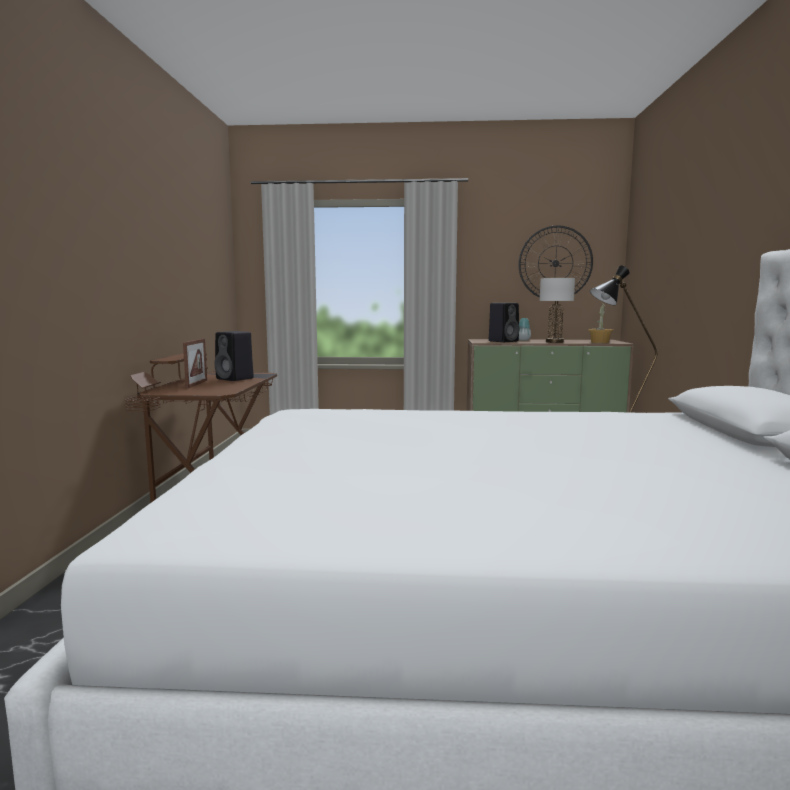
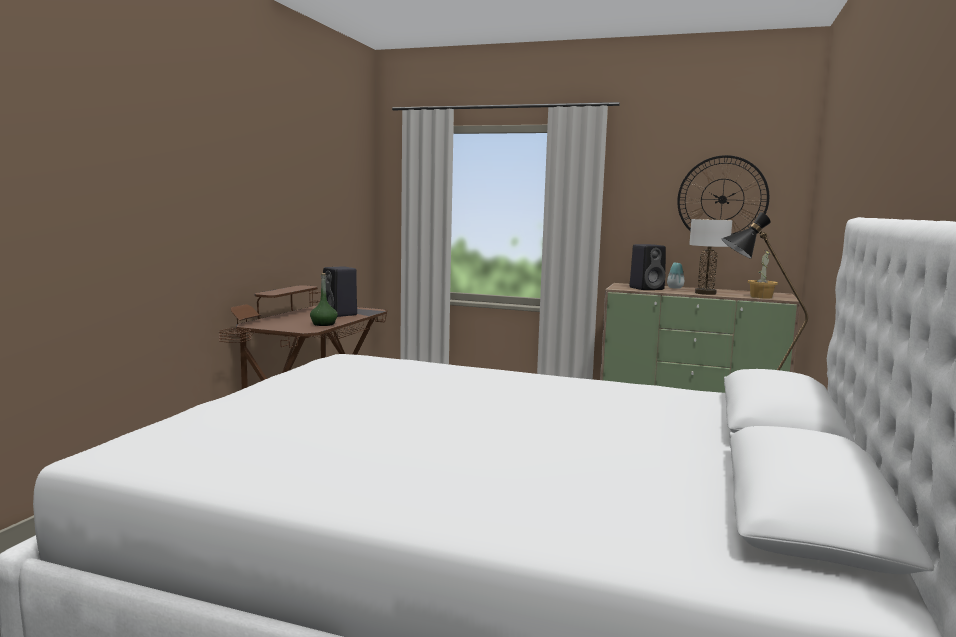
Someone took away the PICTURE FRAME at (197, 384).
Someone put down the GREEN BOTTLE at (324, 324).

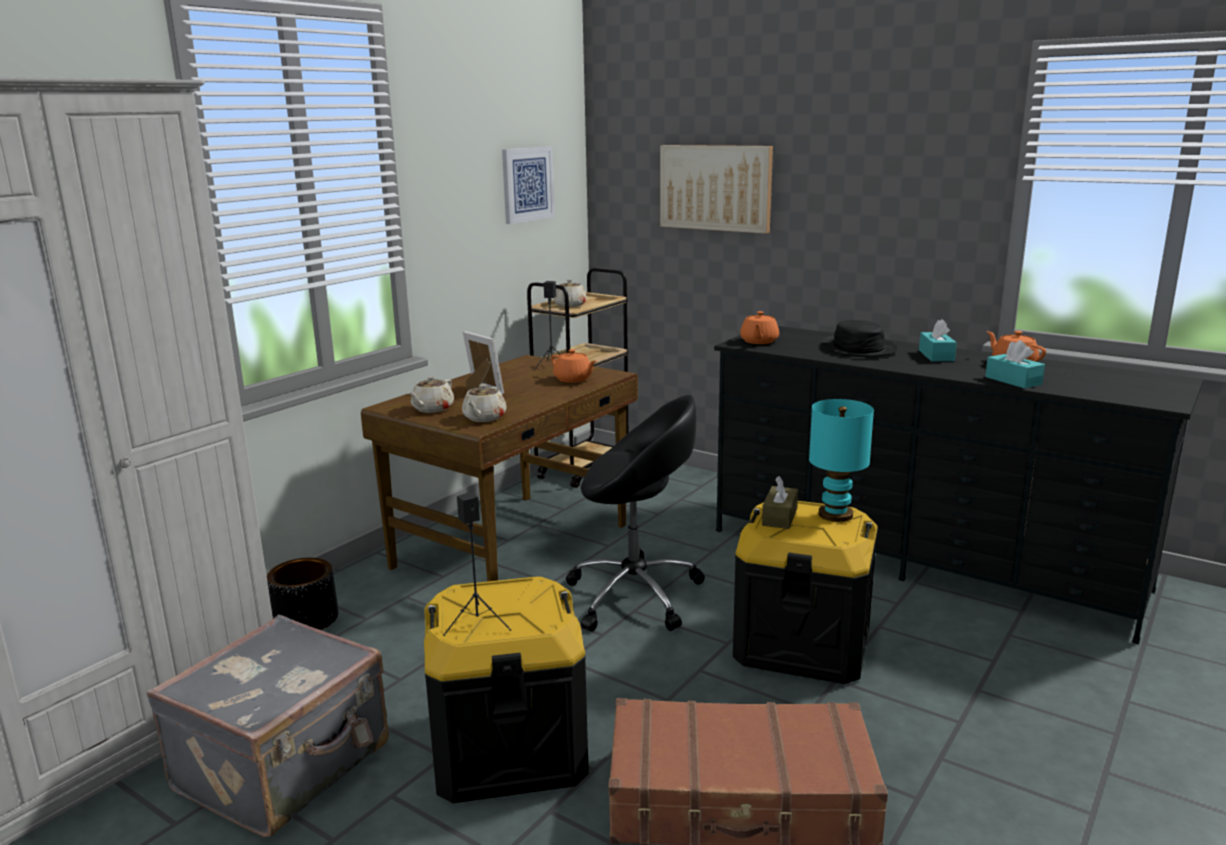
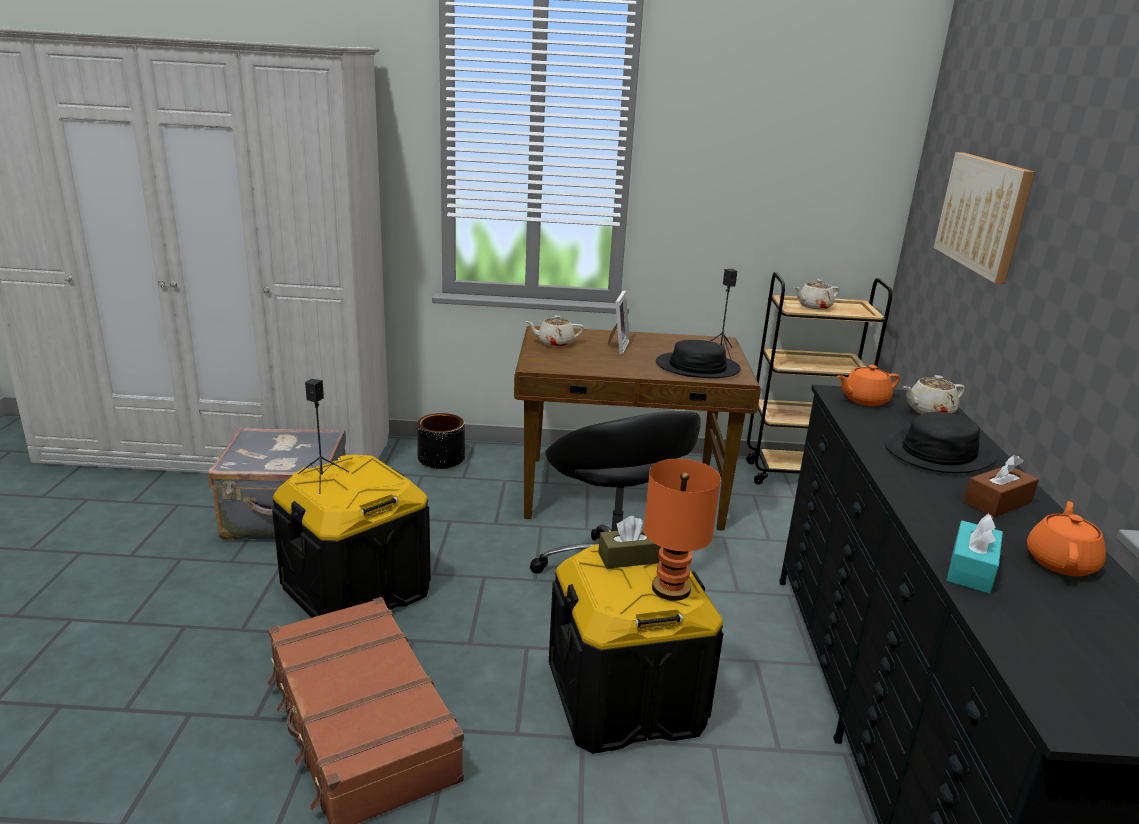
Someone took away the PICTURE at (527, 184).
Someone repainted the TURQUOISE TISSUE BOX at (936, 355), which became the BROWN TISSUE BOX at (997, 502).
Someone swapped the ORANGE TEAPOT at (573, 379) for the BLACK HAT at (697, 367).
Someone carried the BEIGE TEAPOT from (484, 418) to (929, 411).
Someone repainted the TURQUOISE TABLE LAMP at (834, 514), which became the ORANGE TABLE LAMP at (670, 588).

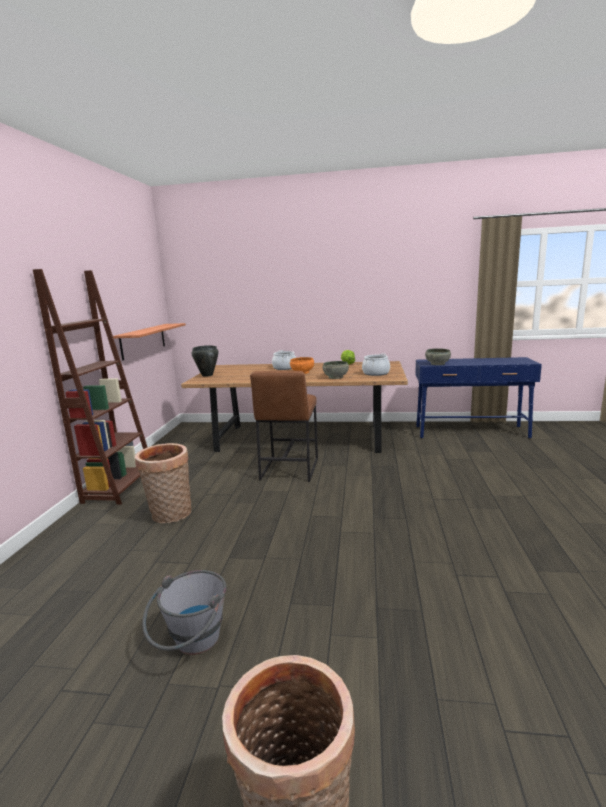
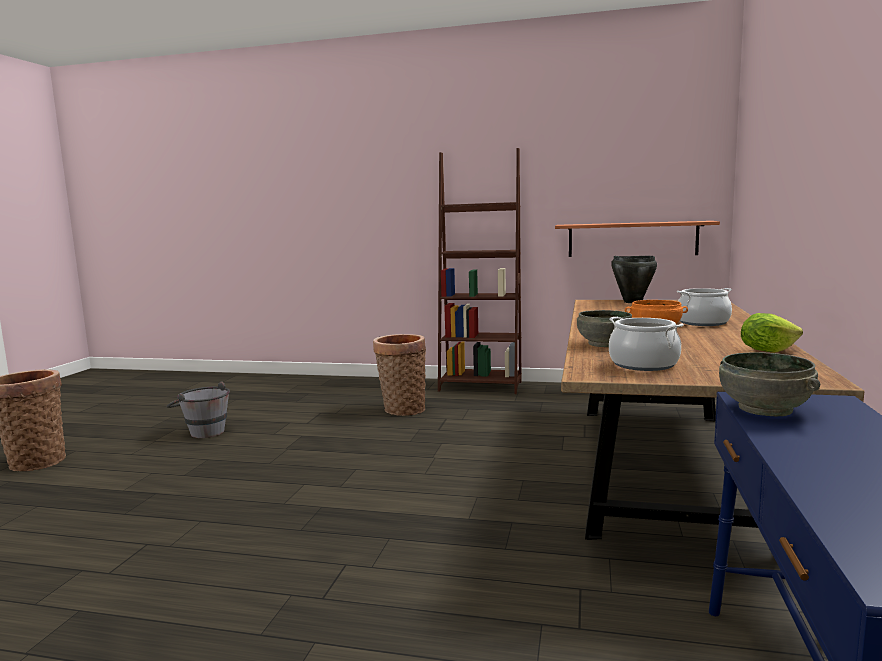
Someone took away the BROWN CHAIR at (289, 469).

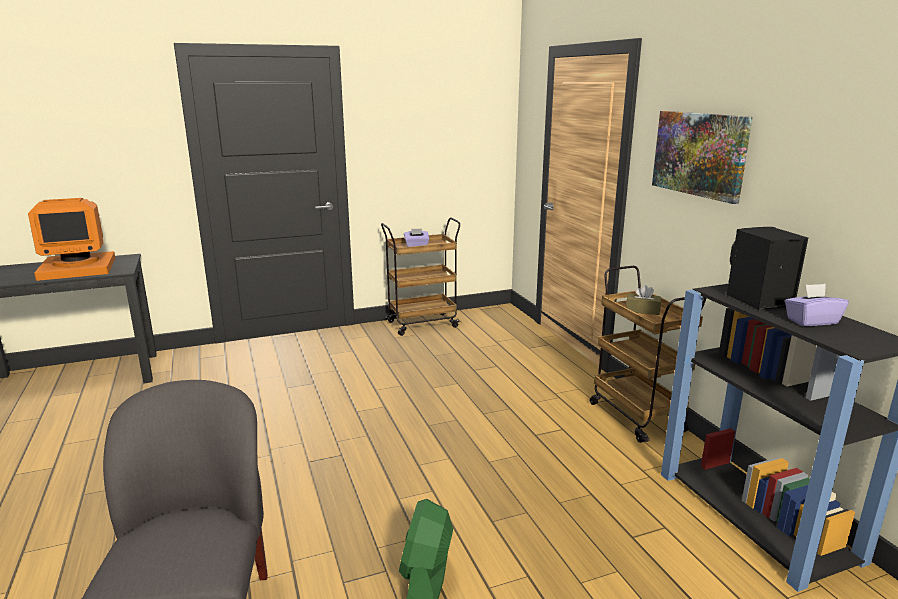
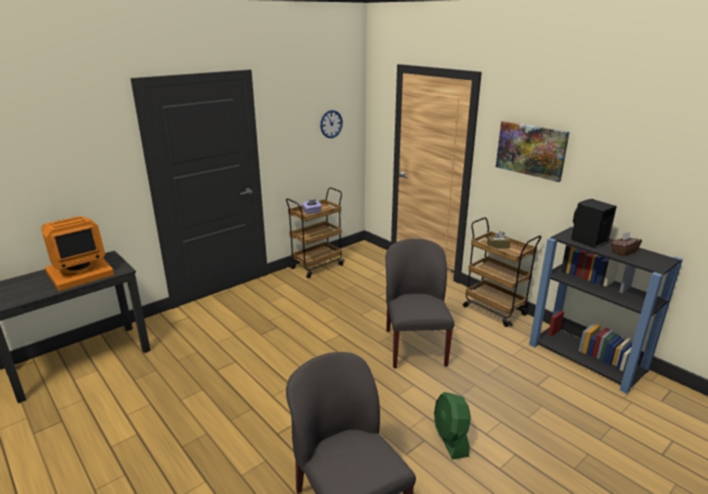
Someone repainted the PURPLE TISSUE BOX at (811, 321), which became the BROWN TISSUE BOX at (623, 252).
Someone put up the WALL CLOCK at (331, 124).
Someone put down the GREY CHAIR at (414, 346).

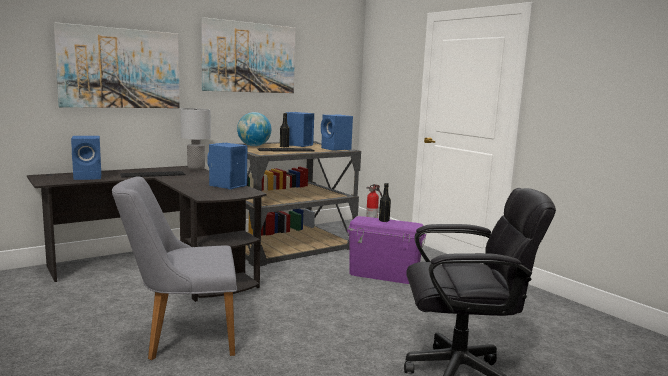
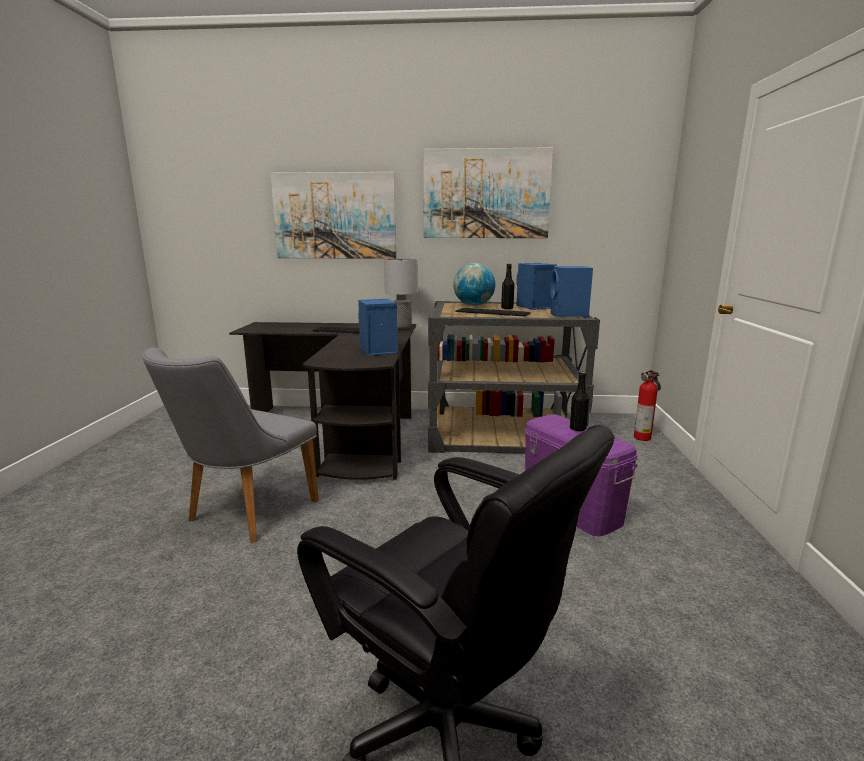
Someone took away the BLUE SPEAKER at (89, 177).
Someone rotated the GREY CHAIR at (182, 337) by 90 degrees counterclockwise.

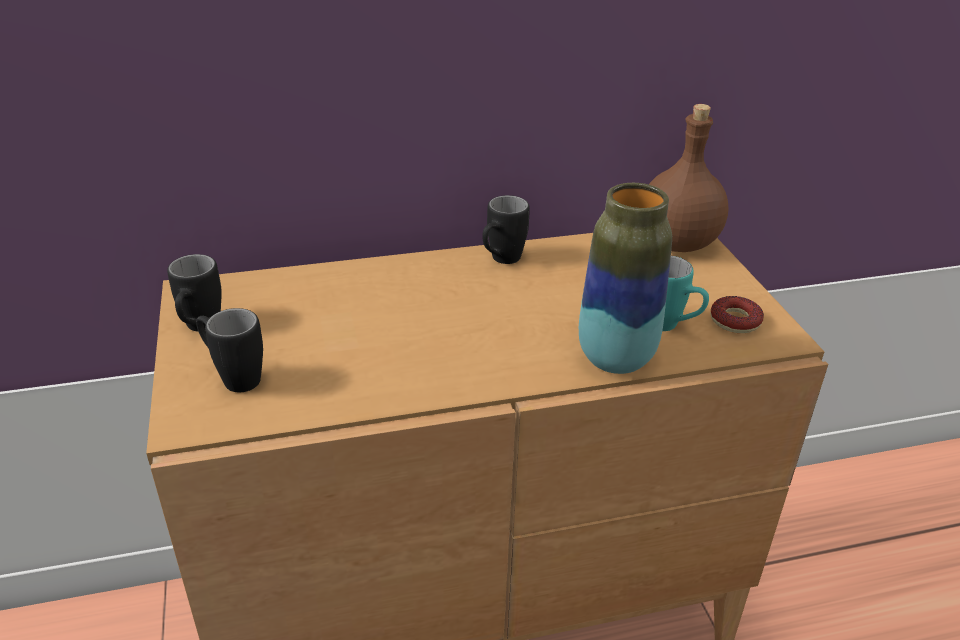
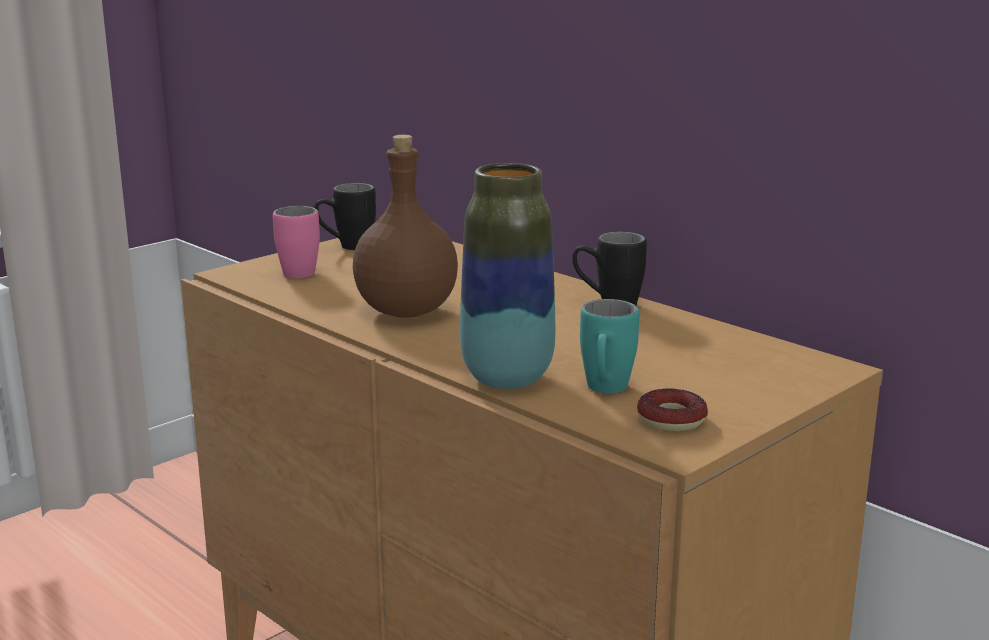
Someone carried the BROWN BOTTLE from (679, 243) to (407, 312).
Someone repainted the BLACK MUG at (233, 377), which became the PINK MUG at (301, 270).

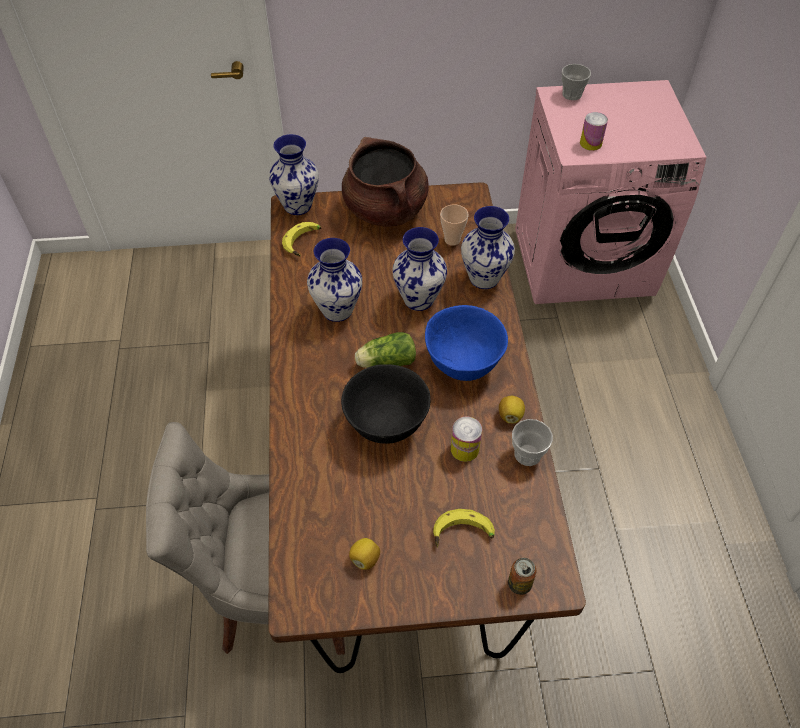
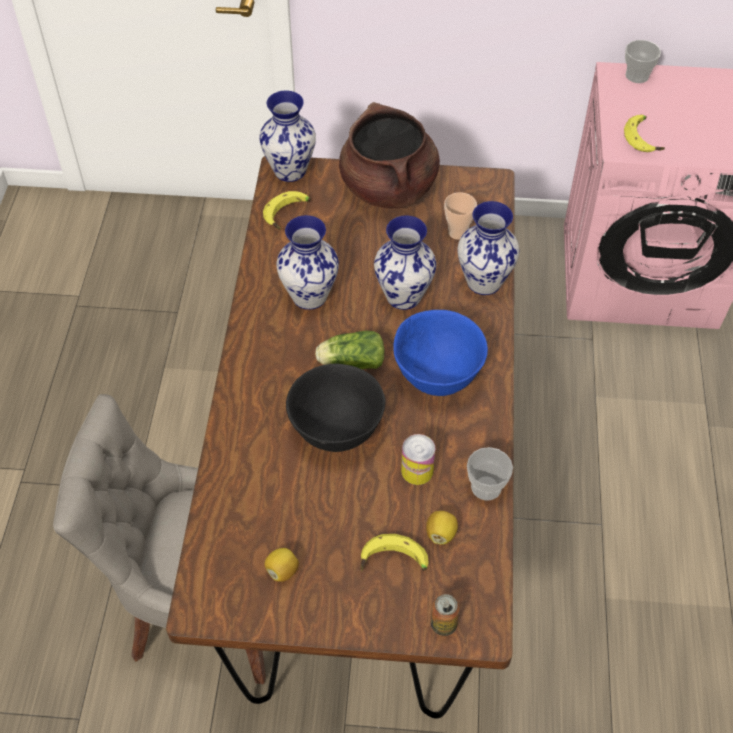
Someone swapped the CAN at (590, 143) for the BANANA at (644, 138).
Someone carried the LEMON from (510, 415) to (441, 534).

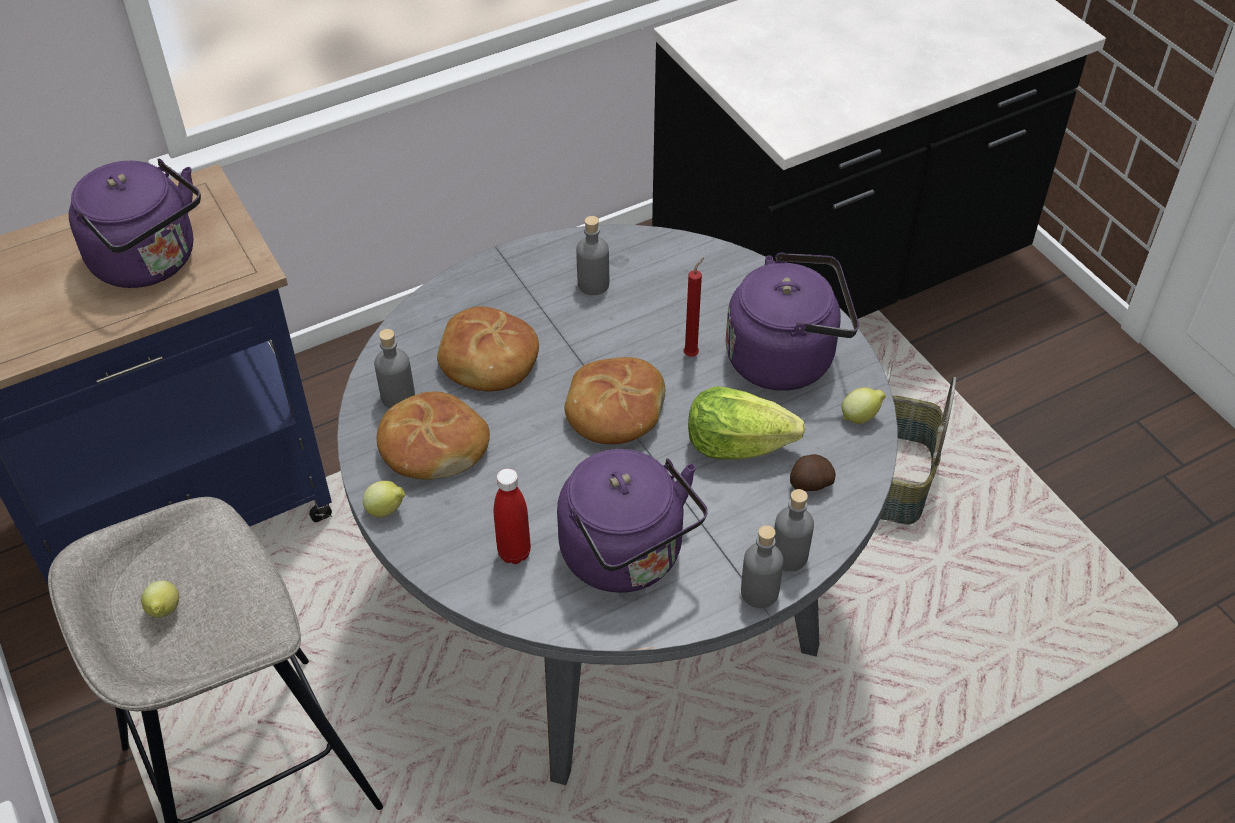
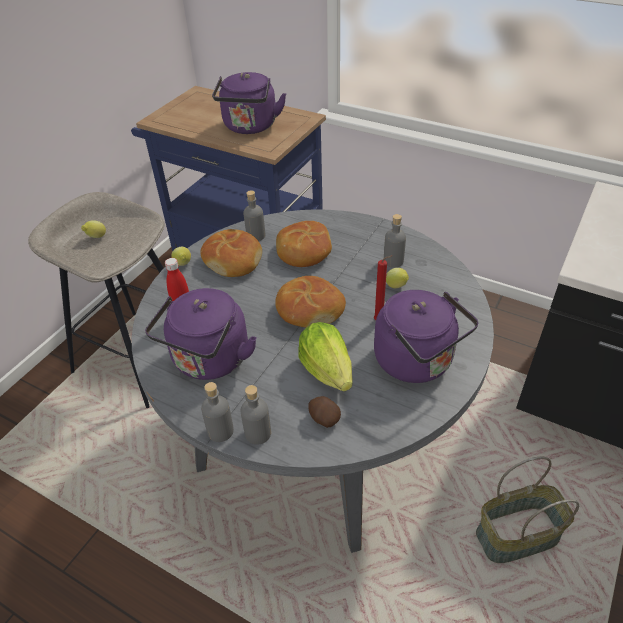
Someone carried the LEMON from (861, 417) to (397, 287).

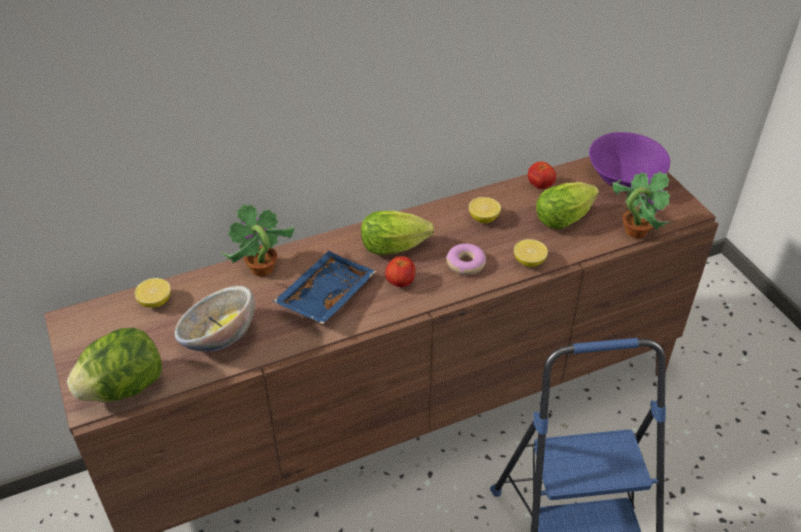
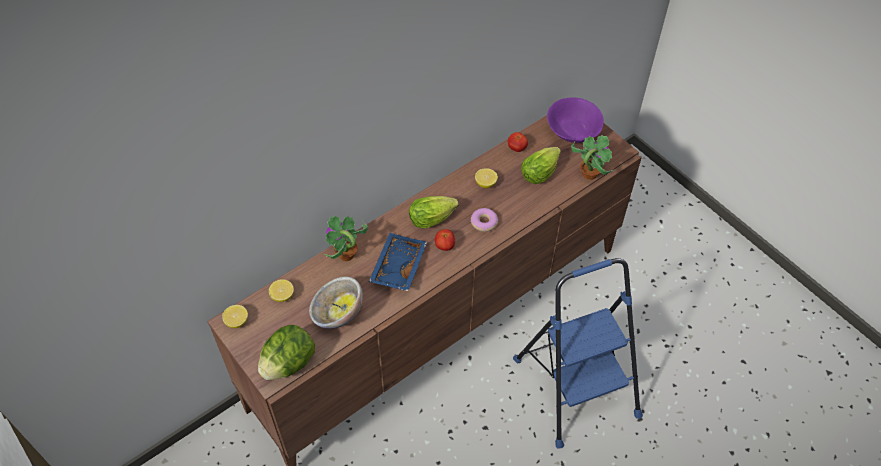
Someone carried the LEMON from (529, 262) to (237, 321).

